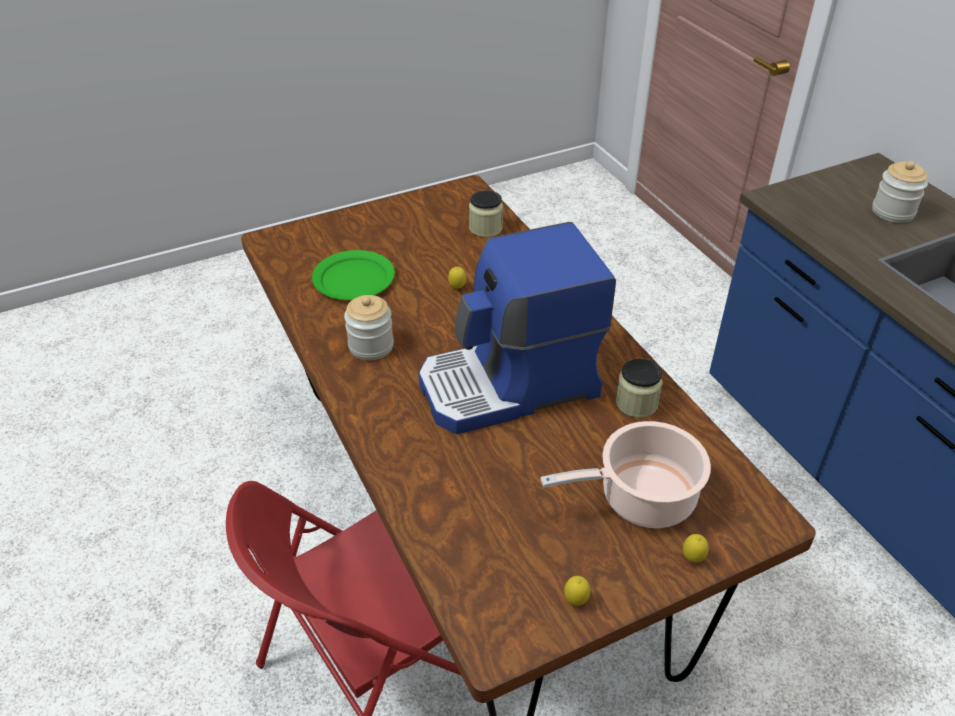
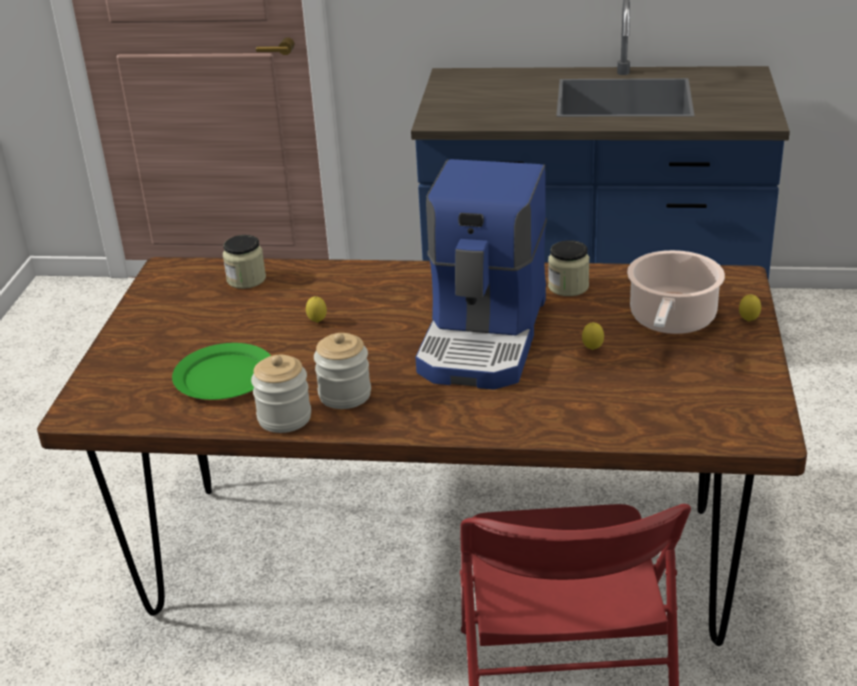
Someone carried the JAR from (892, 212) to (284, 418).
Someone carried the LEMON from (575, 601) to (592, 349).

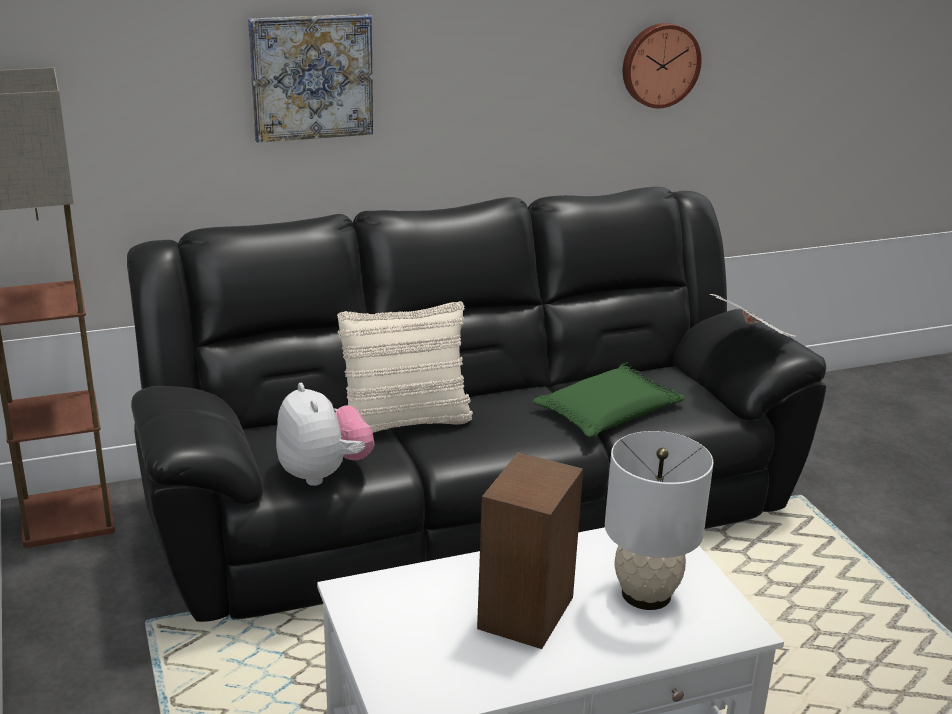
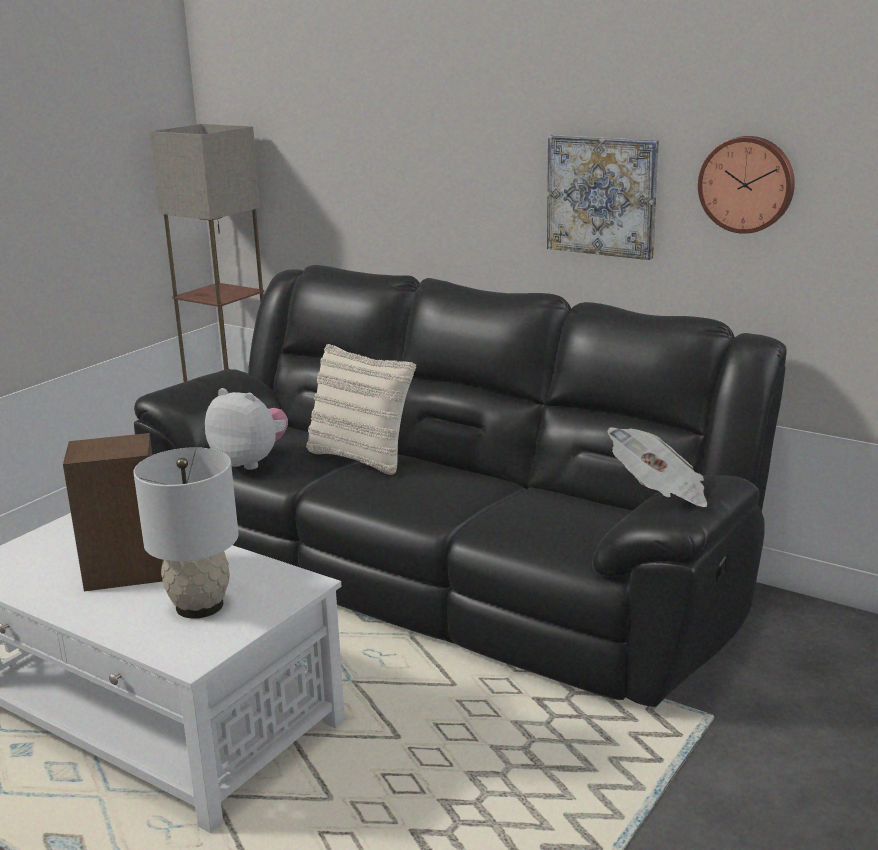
Someone carried the PICTURE from (311, 77) to (602, 196).
Someone took away the GREEN PILLOW at (607, 409).
Someone rotated the PLUSH TOY at (323, 473) by 90 degrees counterclockwise.

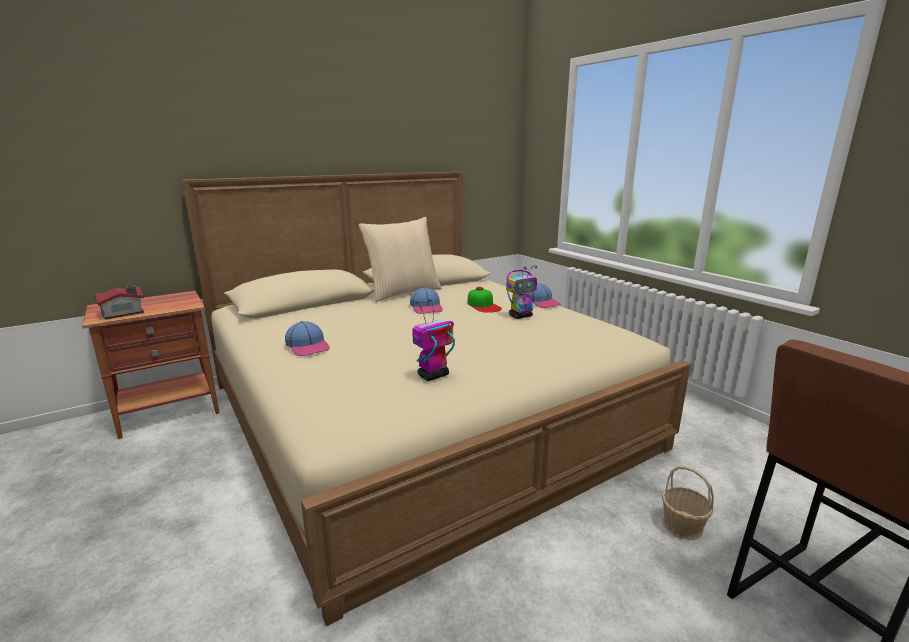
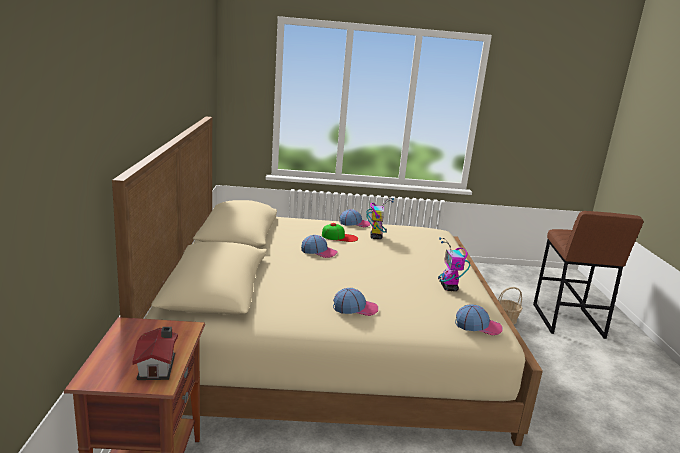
Someone took away the BEIGE PILLOW at (403, 292).
Someone put down the CAP at (478, 325).

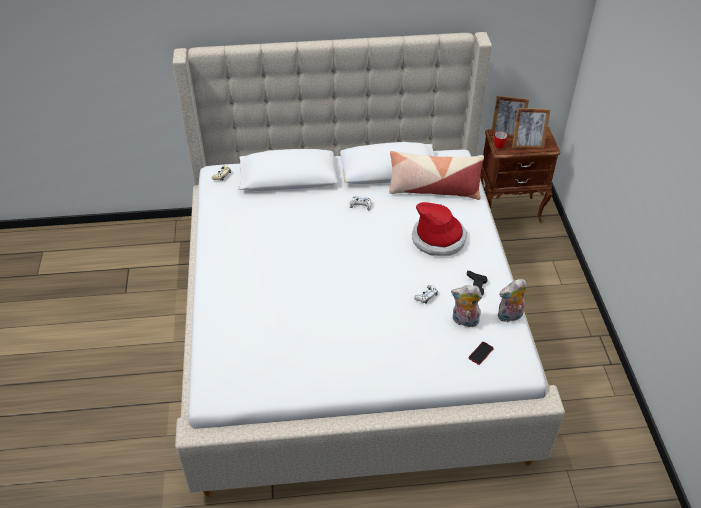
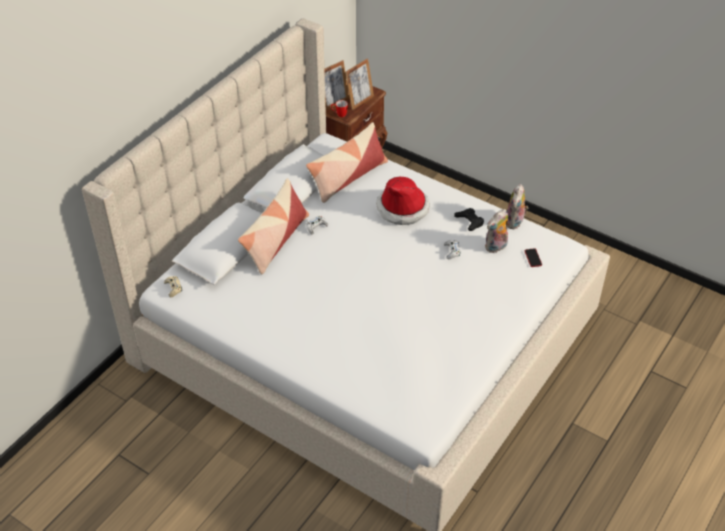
Someone put down the PILLOW at (275, 241).

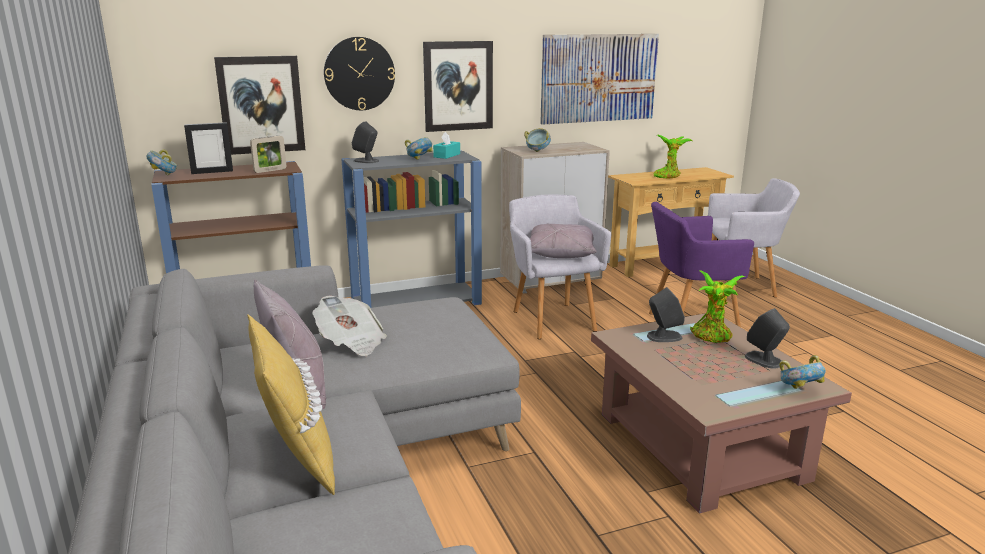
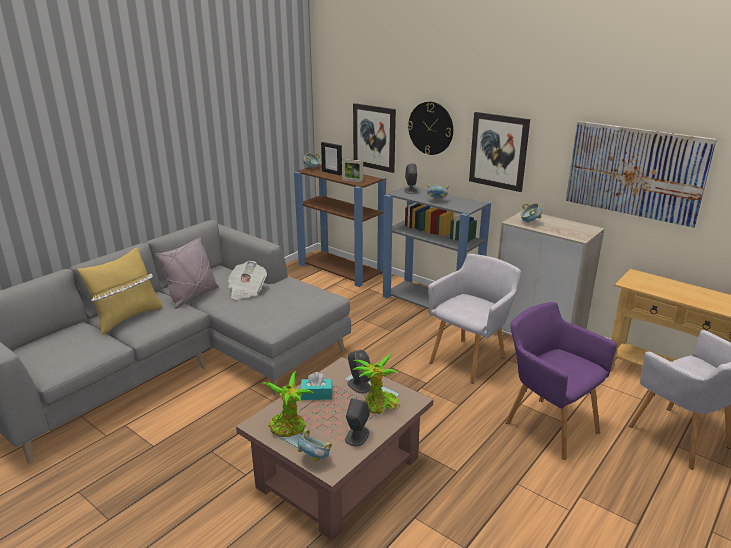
Someone carried the TURQUOISE TISSUE BOX from (447, 155) to (316, 394).
Someone carried the POTTED PLANT from (668, 176) to (289, 428).
Someone took away the PURPLE PILLOW at (560, 252).

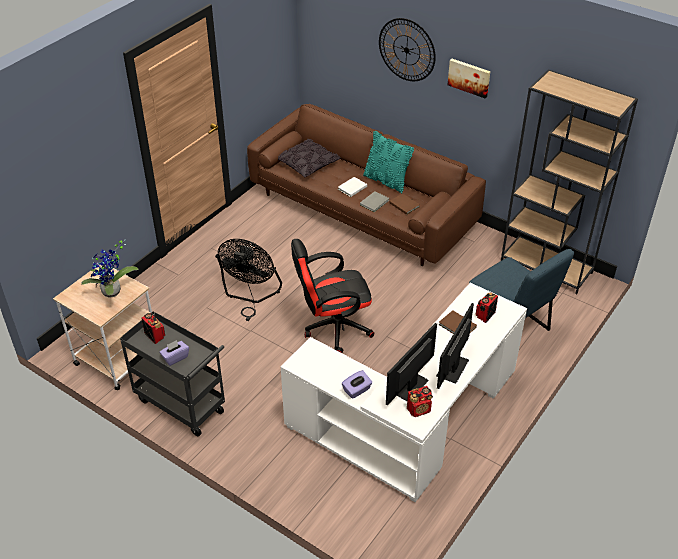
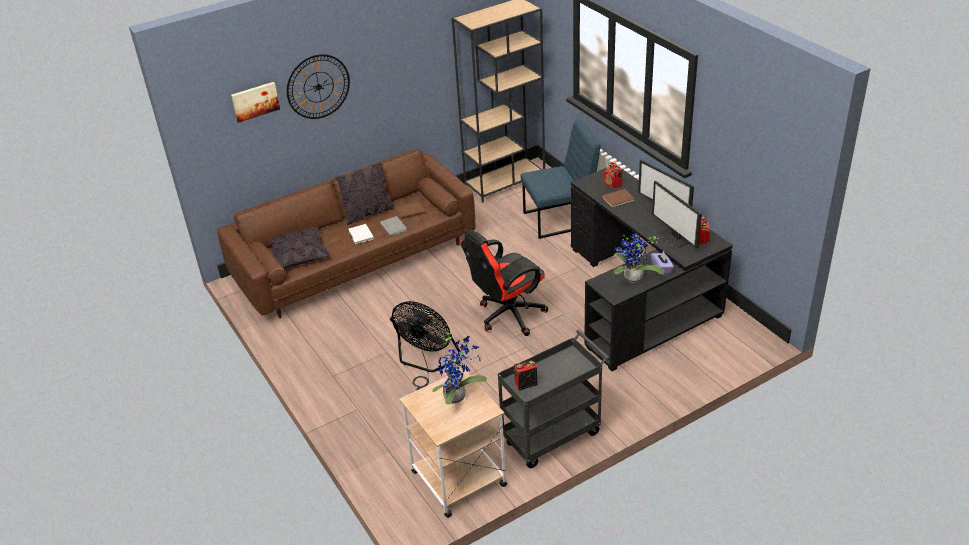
Someone carried the PICTURE from (469, 77) to (255, 101).
Someone repainted the TURQUOISE PILLOW at (386, 181), which became the BLACK PILLOW at (368, 213).
Someone rotated the BLACK FAN at (248, 294) by 75 degrees clockwise.
Someone rotated the BLACK OFFICE CHAIR at (332, 329) by 45 degrees clockwise.
Someone repainted the WHITE DESK at (412, 423), which became the BLACK DESK at (640, 297).
Someone took away the PURPLE TISSUE BOX at (175, 357).
Someone put down the POTTED PLANT at (632, 280).

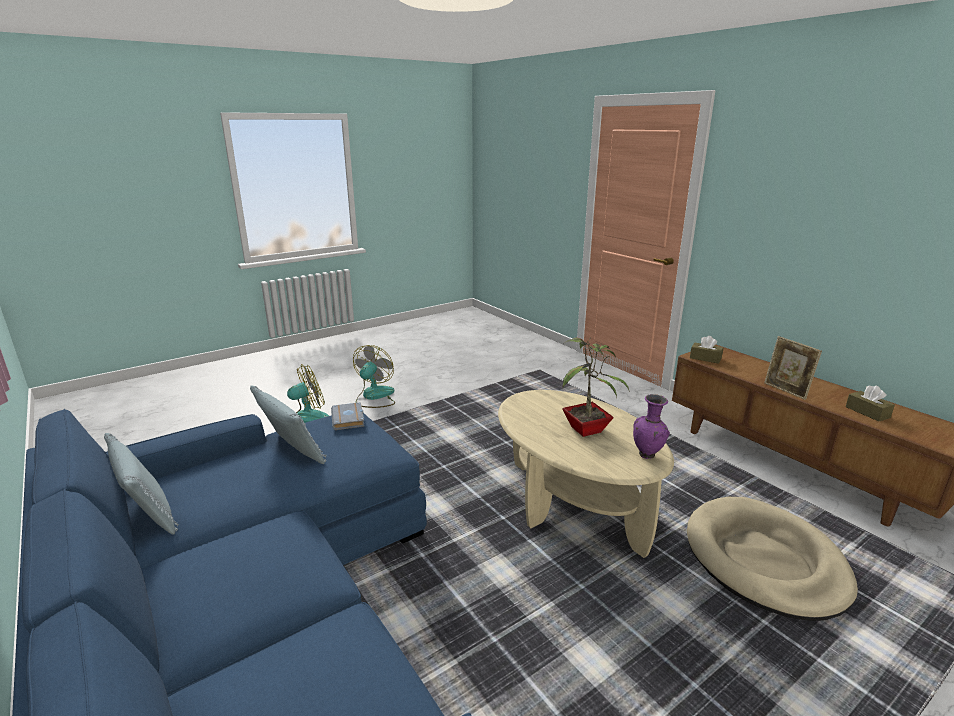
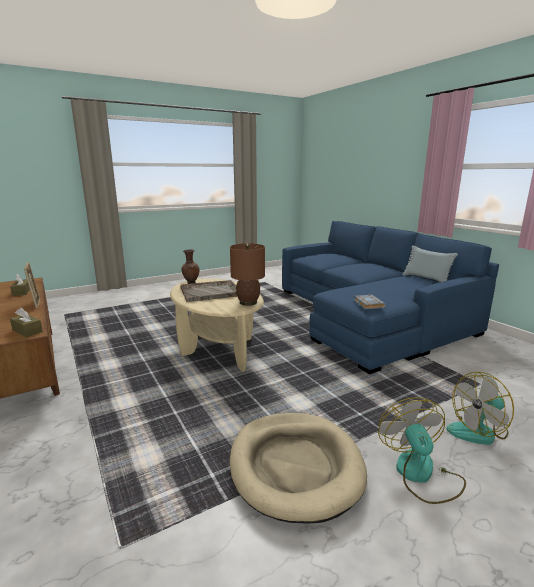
Someone swapped the POTTED PLANT at (587, 429) for the GREY TRAY at (211, 292).
Someone rotated the FAN at (374, 397) by 150 degrees clockwise.
Someone took away the BLUE PILLOW at (291, 449).
Someone repainted the PURPLE VASE at (648, 455), which became the BROWN VASE at (191, 283).
Someone carried the BEIGE DOG BED from (764, 560) to (295, 466).
Someone put down the BROWN TABLE LAMP at (248, 302).

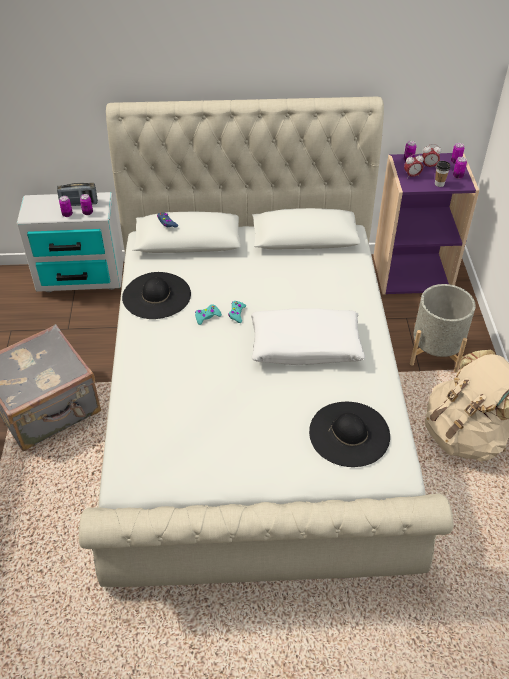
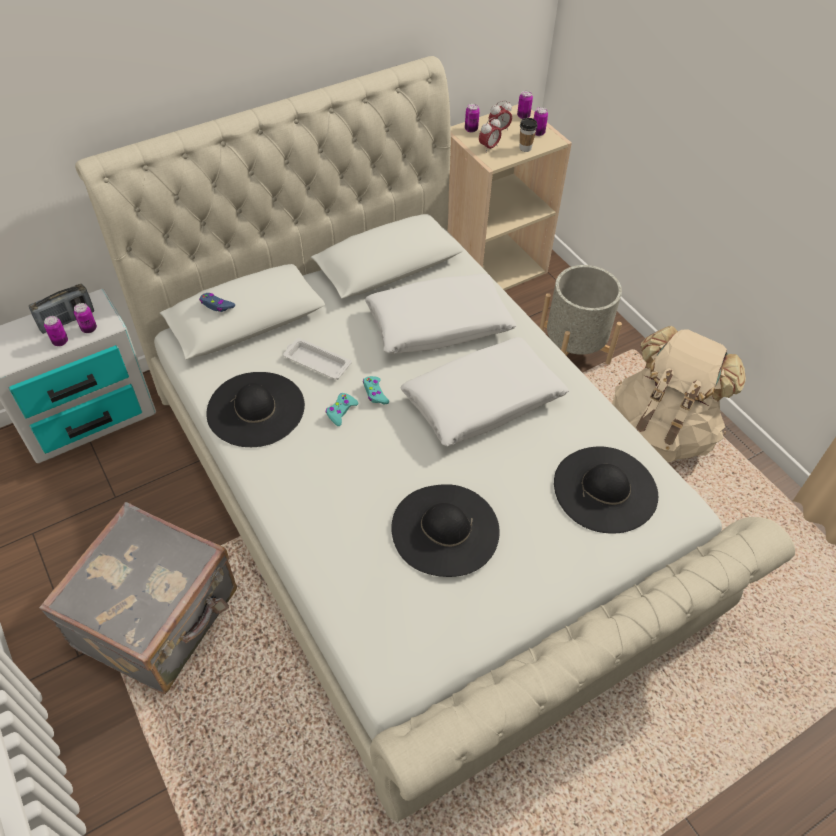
Someone repainted the PURPLE BOOKCASE at (413, 272), which became the BEIGE BOOKCASE at (492, 265).
Someone put down the WHITE PILLOW at (439, 325).
Someone put down the WHITE TRAY at (316, 362).
Someone put down the BLACK HAT at (445, 529).

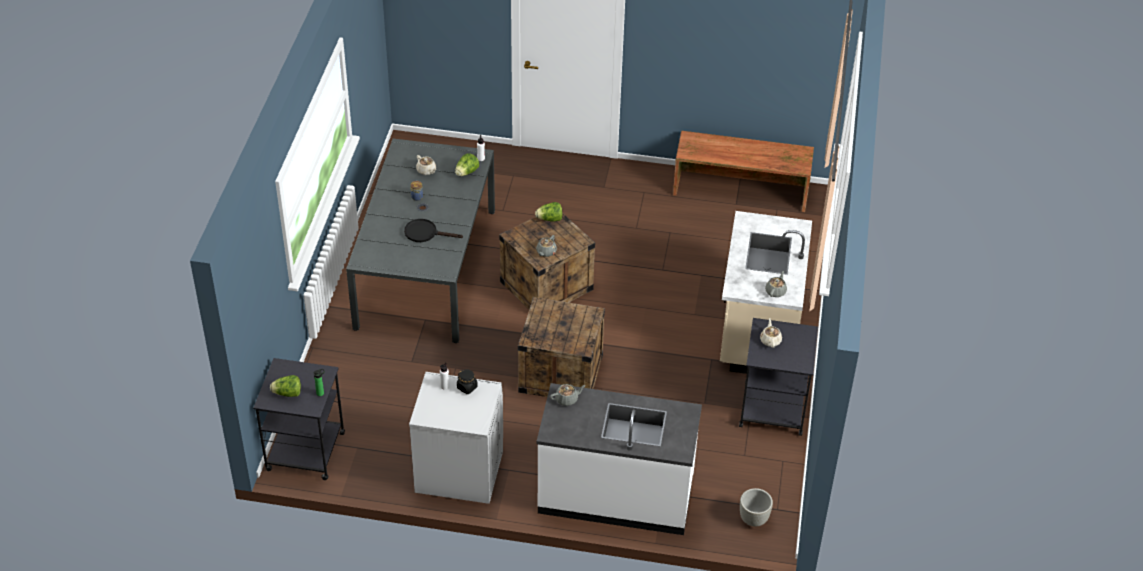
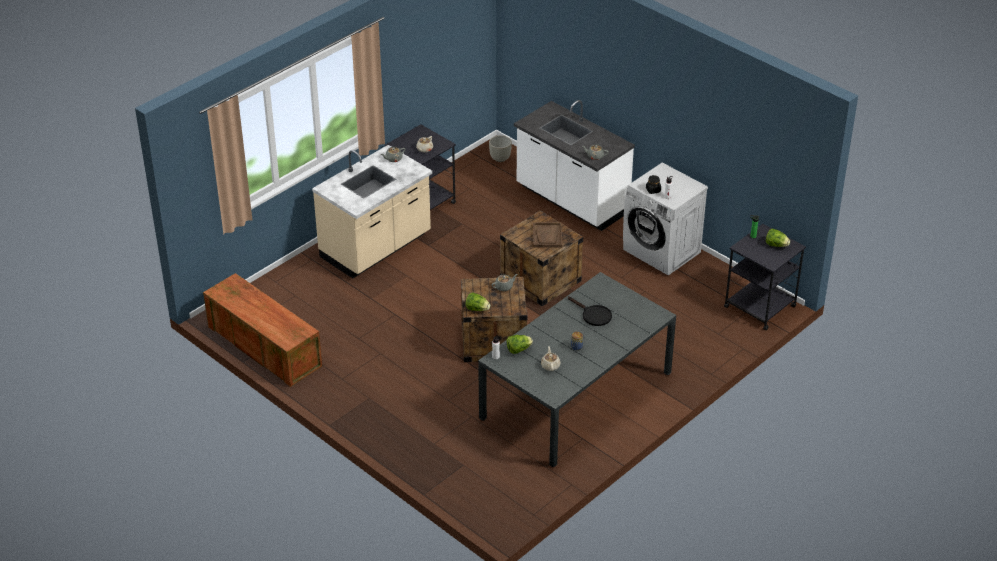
Someone put down the BROWN TRAY at (547, 236).

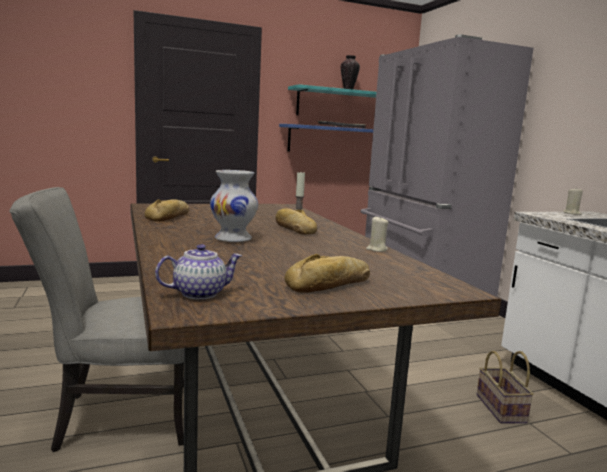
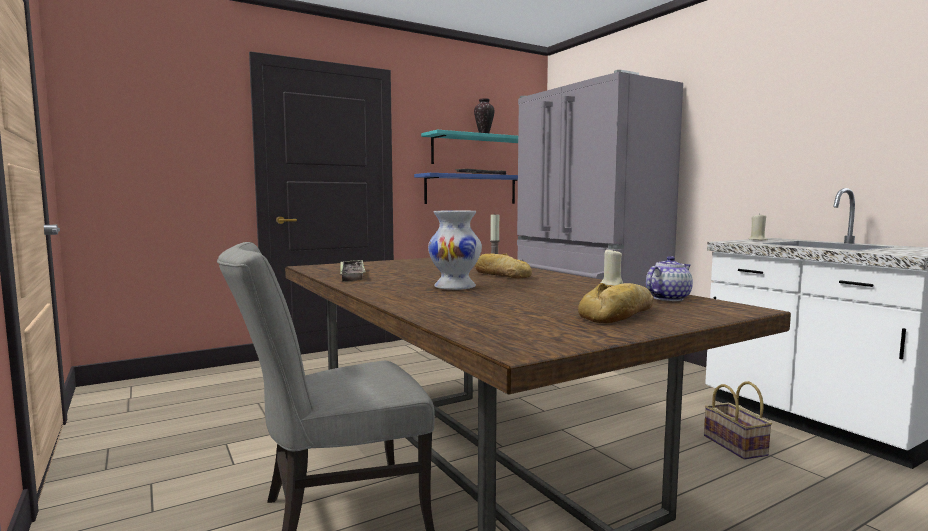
Someone swapped the BREAD at (169, 217) for the TRAY at (352, 274).
Someone carried the TEAPOT from (200, 293) to (667, 298).

